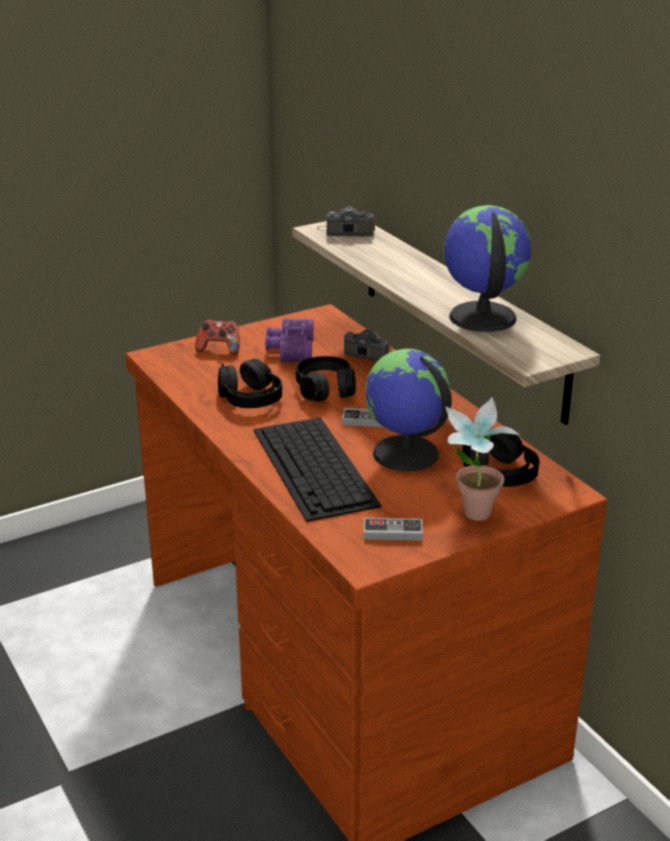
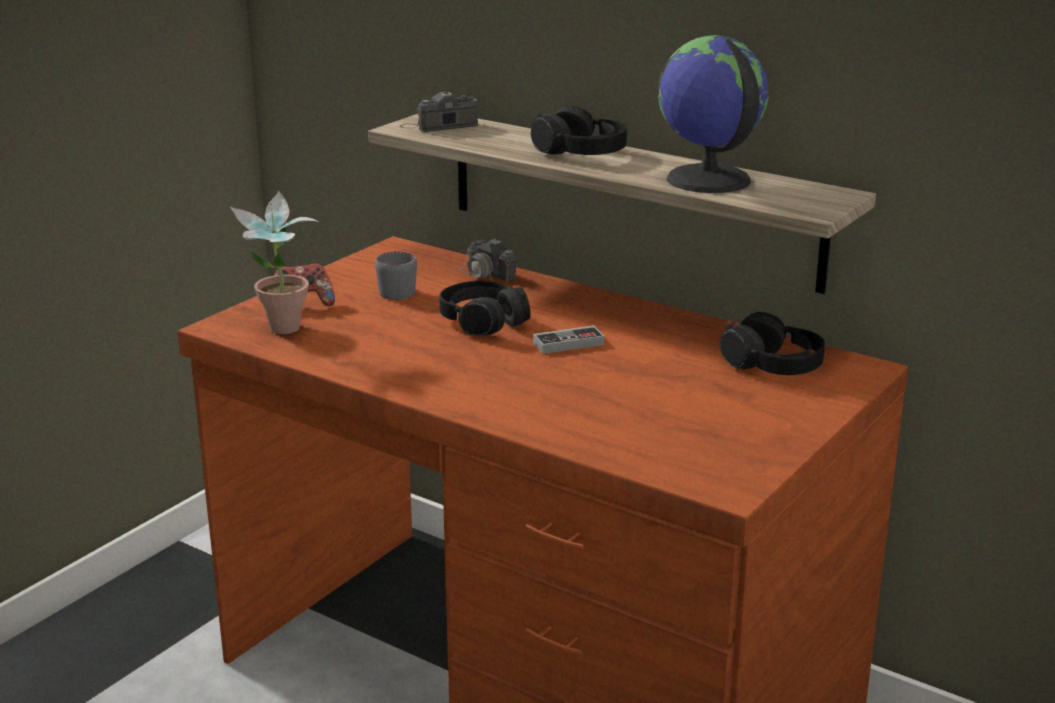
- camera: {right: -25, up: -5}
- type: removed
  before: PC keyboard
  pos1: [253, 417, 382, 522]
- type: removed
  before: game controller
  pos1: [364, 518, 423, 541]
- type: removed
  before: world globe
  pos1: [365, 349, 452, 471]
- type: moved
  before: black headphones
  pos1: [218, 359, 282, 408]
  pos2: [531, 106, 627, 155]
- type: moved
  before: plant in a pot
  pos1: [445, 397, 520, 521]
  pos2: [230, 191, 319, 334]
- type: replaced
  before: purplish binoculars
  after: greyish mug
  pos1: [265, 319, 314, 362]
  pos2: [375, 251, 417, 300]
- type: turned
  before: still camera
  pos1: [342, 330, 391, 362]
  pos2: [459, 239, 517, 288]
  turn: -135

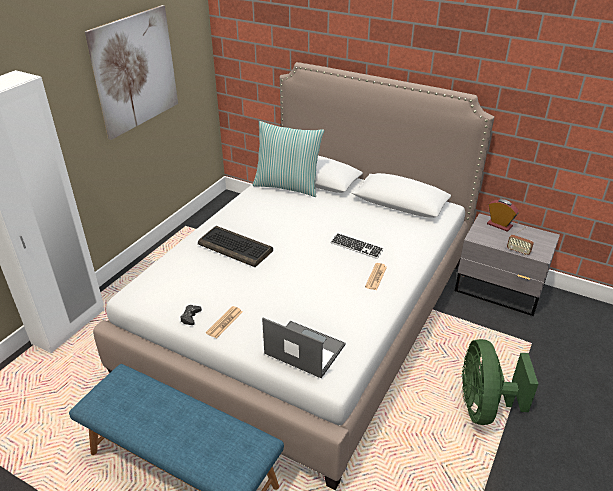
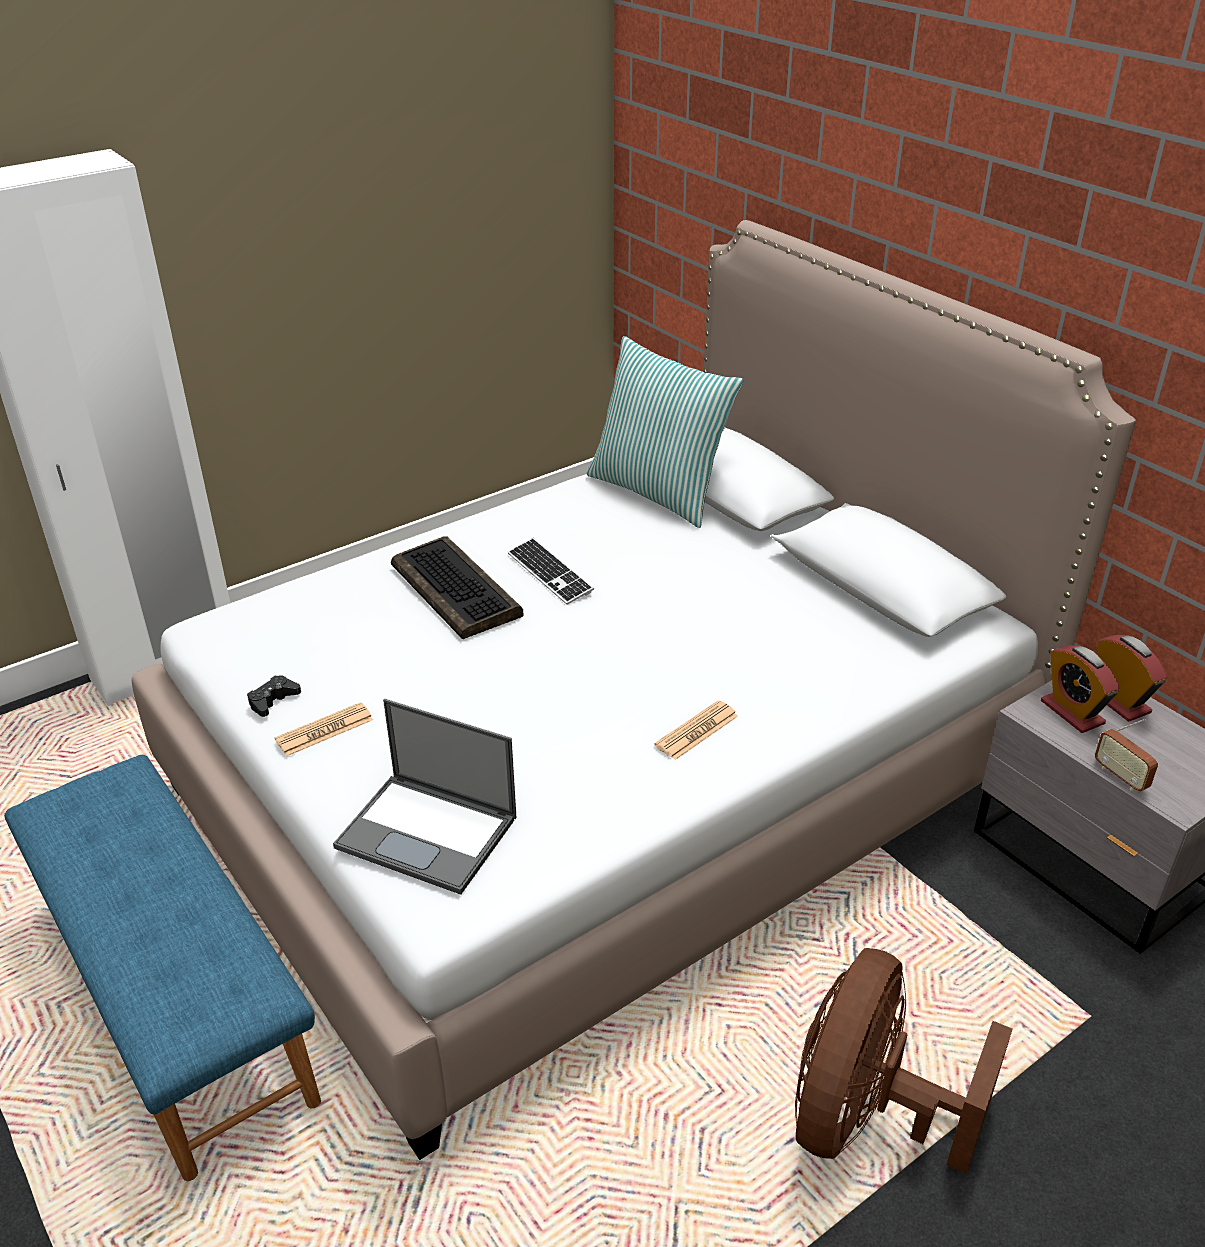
- camera: {right: 25, up: 0}
- type: removed
  before: wall art
  pos1: [85, 5, 178, 140]
- type: added
  after: bedside clock
  pos2: [1041, 645, 1120, 733]
- type: moved
  before: PC keyboard
  pos1: [331, 233, 384, 259]
  pos2: [508, 538, 594, 605]
- type: recoloured
  before: green-coloured electric fan
  after: brownish electric fan
  pos1: [462, 339, 538, 425]
  pos2: [795, 948, 1013, 1174]
- type: turned
  before: laptop
  pos1: [262, 318, 345, 378]
  pos2: [333, 699, 517, 895]
  turn: 150

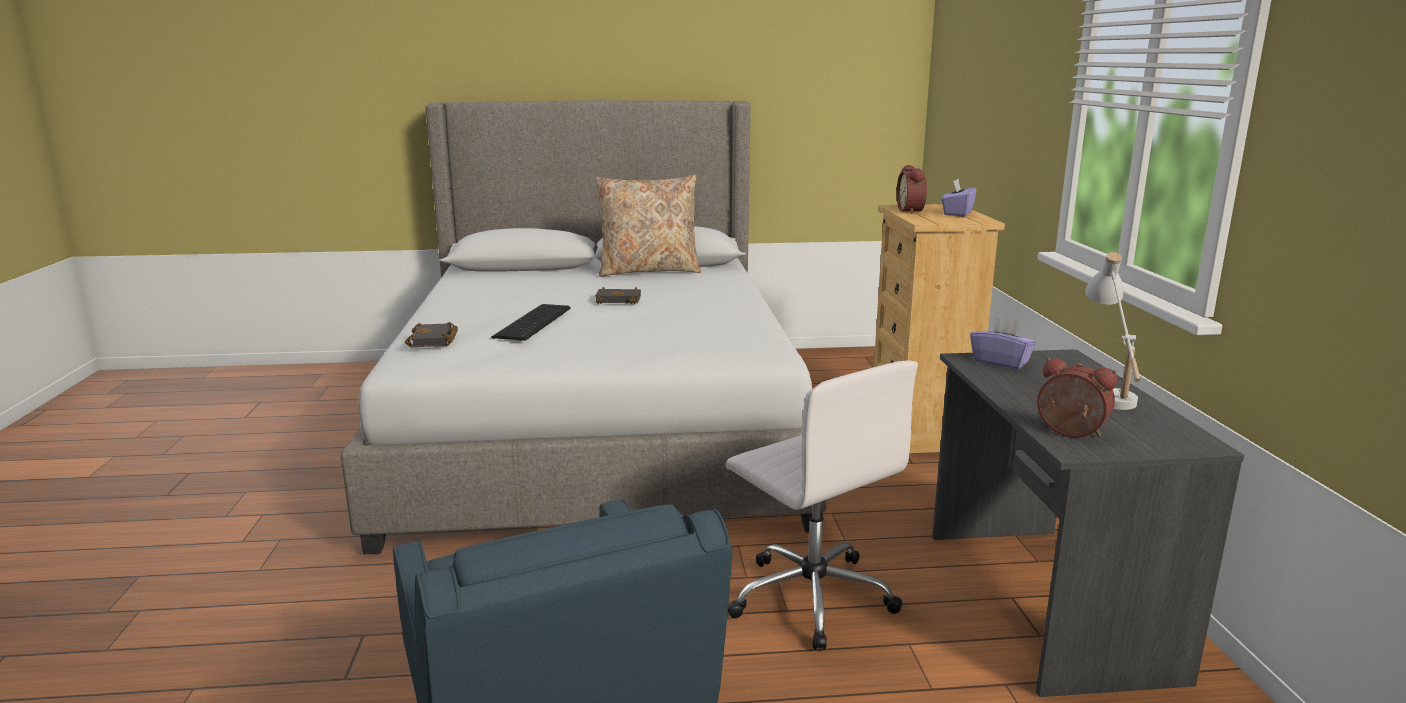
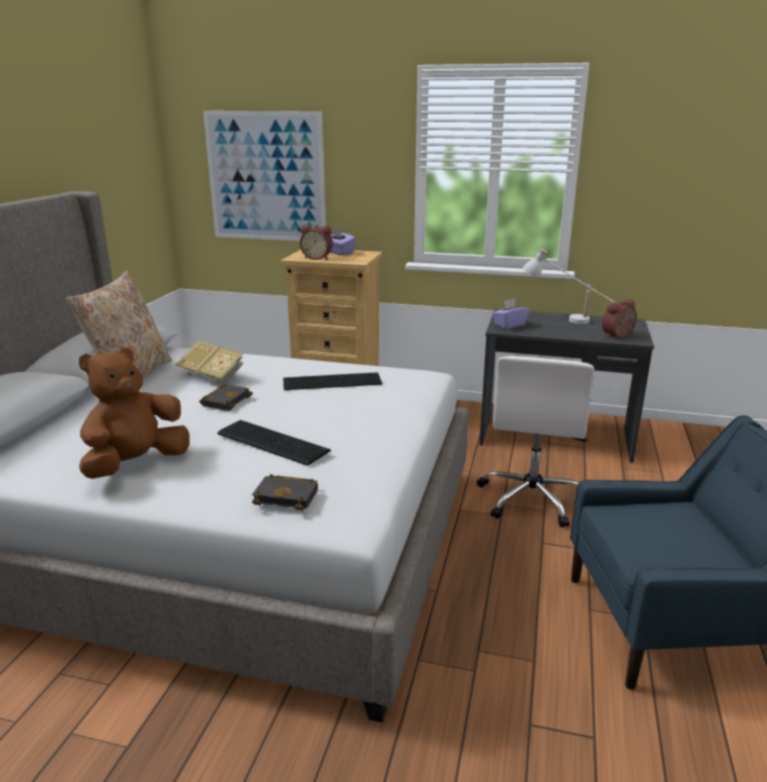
- camera: {right: -70, up: 5}
- type: added
  after: brownish plush toy
  pos2: [79, 347, 190, 479]
- type: added
  after: book
  pos2: [175, 341, 244, 386]
- type: added
  after: wall art
  pos2: [203, 111, 326, 241]
- type: added
  after: PC keyboard
  pos2: [283, 372, 382, 390]
- type: turned
  before: whitish office chair
  pos1: [726, 360, 918, 650]
  pos2: [477, 356, 594, 528]
  turn: 120

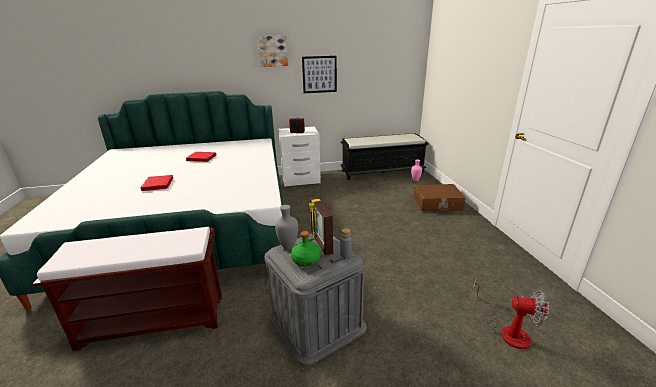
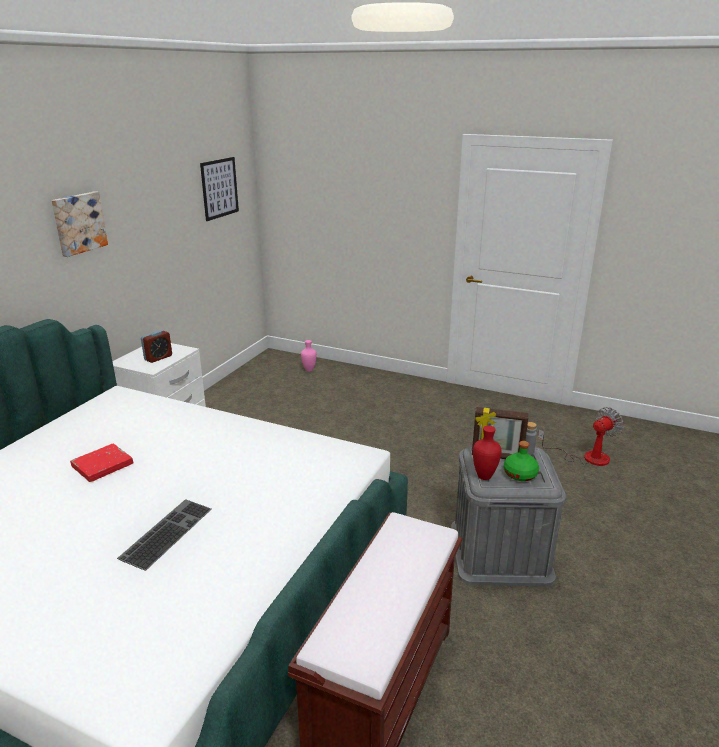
- camera: {right: -55, up: 0}
- type: removed
  before: black long seat
  pos1: [341, 133, 429, 180]
- type: removed
  before: brownish piece of luggage
  pos1: [414, 184, 466, 212]
- type: moved
  before: wall art
  pos1: [302, 56, 337, 93]
  pos2: [200, 157, 239, 221]
- type: replaced
  before: red-coloured book
  after: PC keyboard
  pos1: [140, 175, 173, 191]
  pos2: [117, 499, 212, 571]
- type: recoloured
  before: greyish decorative vase
  after: red-coloured decorative vase
  pos1: [275, 205, 298, 250]
  pos2: [473, 426, 501, 480]

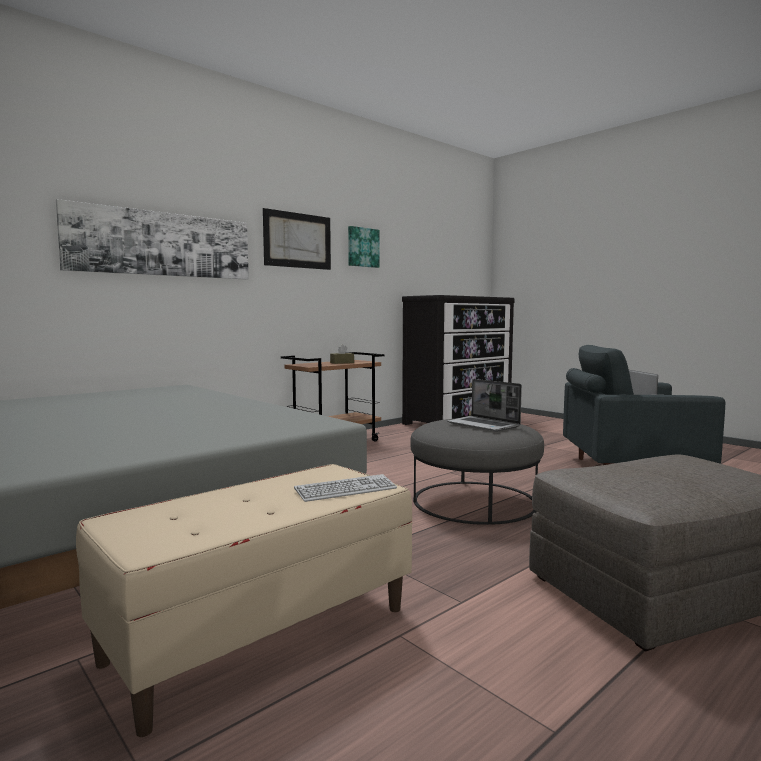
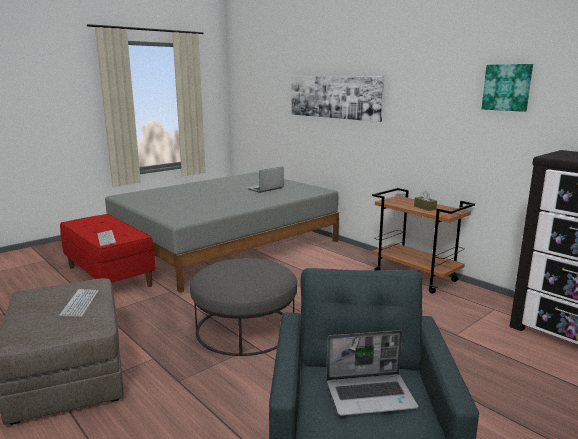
- camera: {right: 90, up: 10}
- type: removed
  before: wall art
  pos1: [263, 208, 331, 270]
- type: added
  after: PC keyboard
  pos2: [59, 289, 98, 317]
- type: moved
  before: laptop
  pos1: [447, 379, 522, 432]
  pos2: [247, 167, 284, 193]
- type: recoloured
  before: sand-coloured long seat
  after: red-coloured long seat
  pos1: [76, 464, 413, 737]
  pos2: [60, 214, 156, 287]

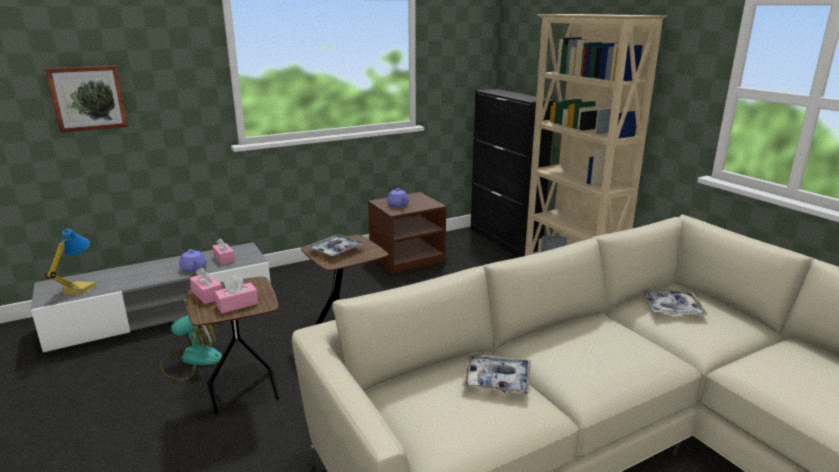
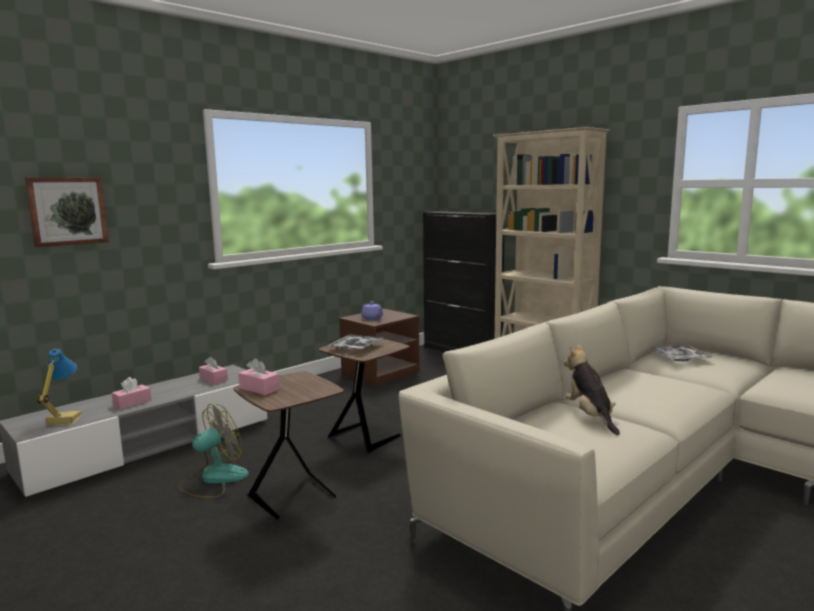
- camera: {right: -15, up: -10}
- type: removed
  before: purplish teapot
  pos1: [179, 249, 207, 272]
- type: moved
  before: pink tissue holder
  pos1: [214, 275, 258, 313]
  pos2: [112, 377, 152, 409]
- type: replaced
  before: serving tray
  after: plush toy
  pos1: [461, 354, 531, 395]
  pos2: [564, 344, 620, 435]

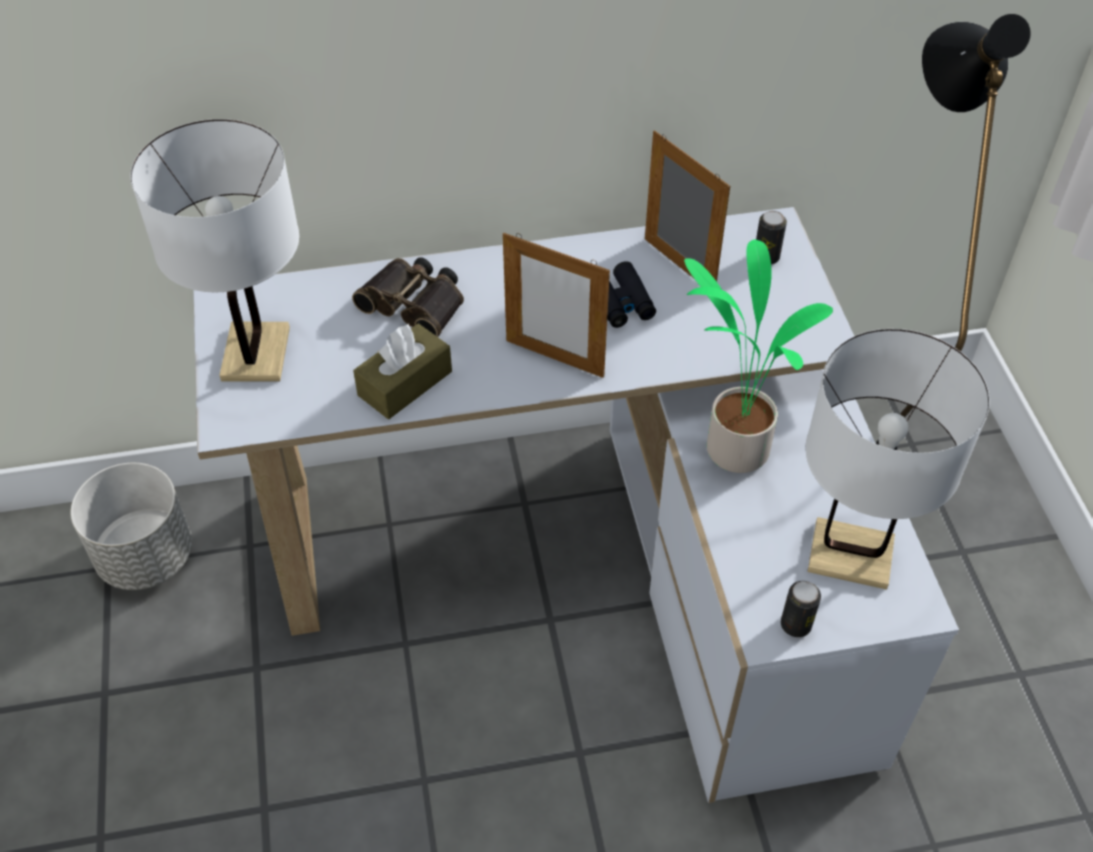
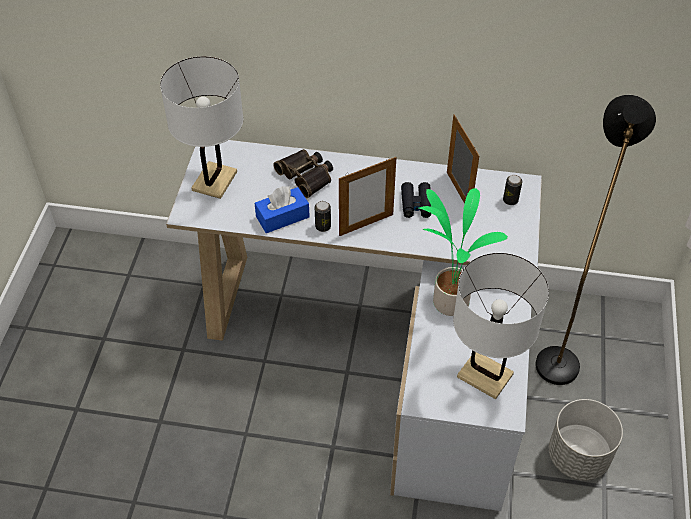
- camera: {right: 20, up: 0}
- type: moved
  before: greyish planter
  pos1: [70, 463, 192, 590]
  pos2: [549, 399, 623, 481]
- type: moved
  before: sealed can
  pos1: [781, 581, 821, 637]
  pos2: [315, 201, 331, 232]
- type: recoloured
  before: brownish tissue holder
  after: blue tissue holder
  pos1: [353, 324, 452, 419]
  pos2: [255, 186, 310, 233]
- type: turned
  before: standing frame
  pos1: [503, 233, 610, 378]
  pos2: [339, 157, 396, 236]
  turn: -75

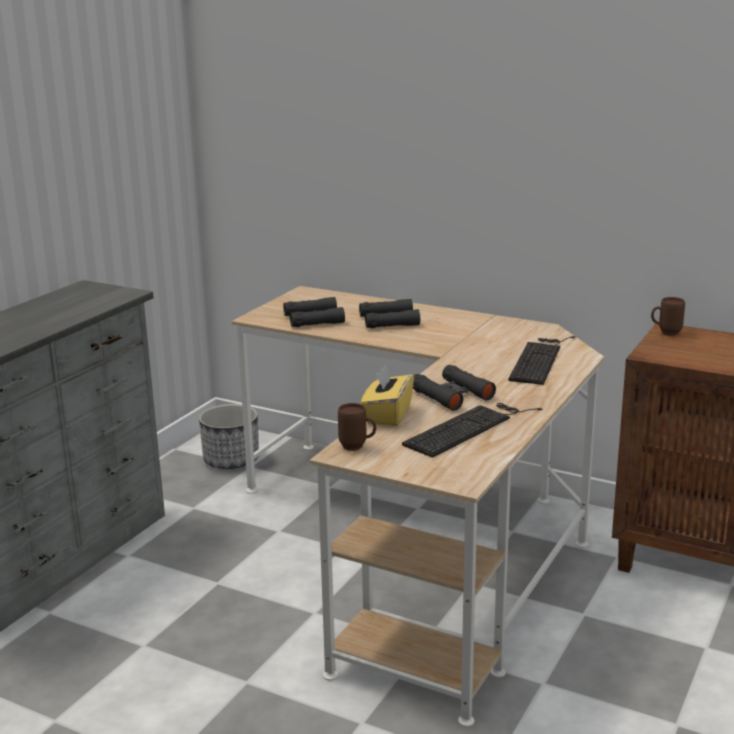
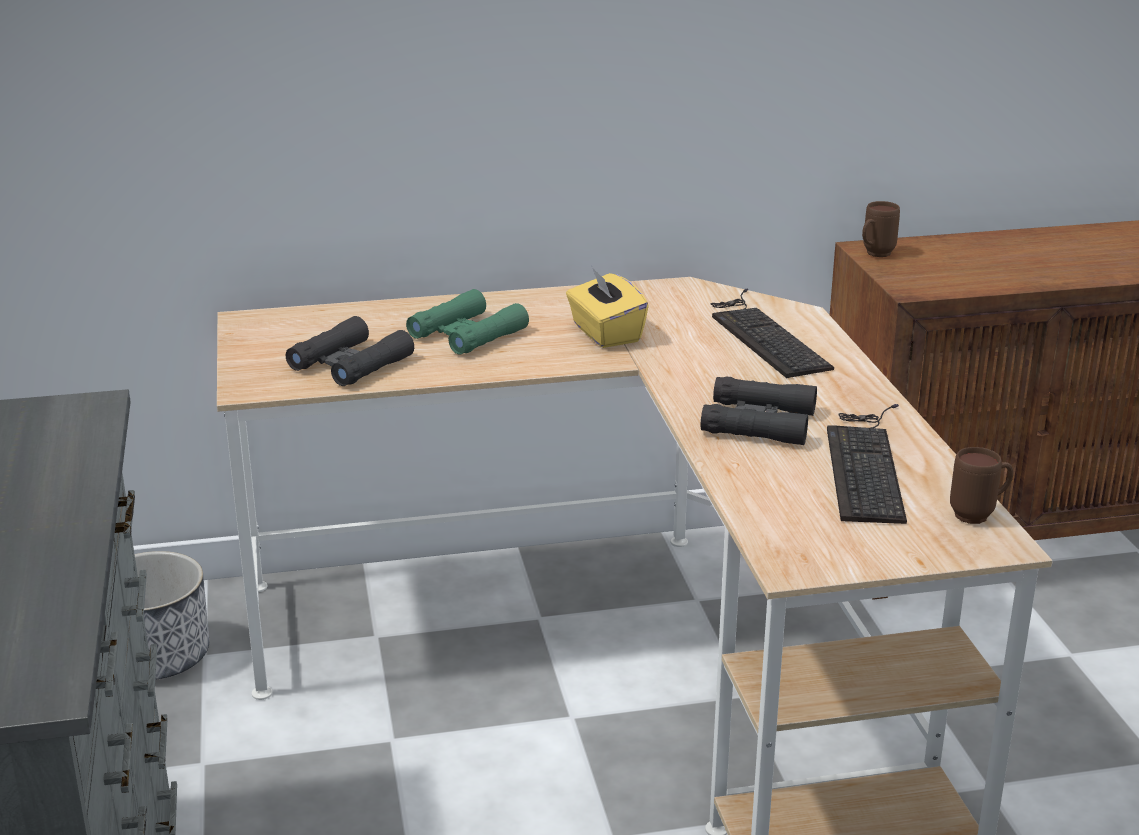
- camera: {right: -40, up: 5}
- type: moved
  before: brownish mug
  pos1: [338, 403, 376, 451]
  pos2: [950, 447, 1013, 524]
- type: moved
  before: yellow-coloured tissue holder
  pos1: [361, 364, 414, 426]
  pos2: [566, 267, 649, 348]
- type: recoloured
  before: black binoculars
  after: green-coloured binoculars
  pos1: [359, 299, 420, 328]
  pos2: [406, 289, 529, 355]

